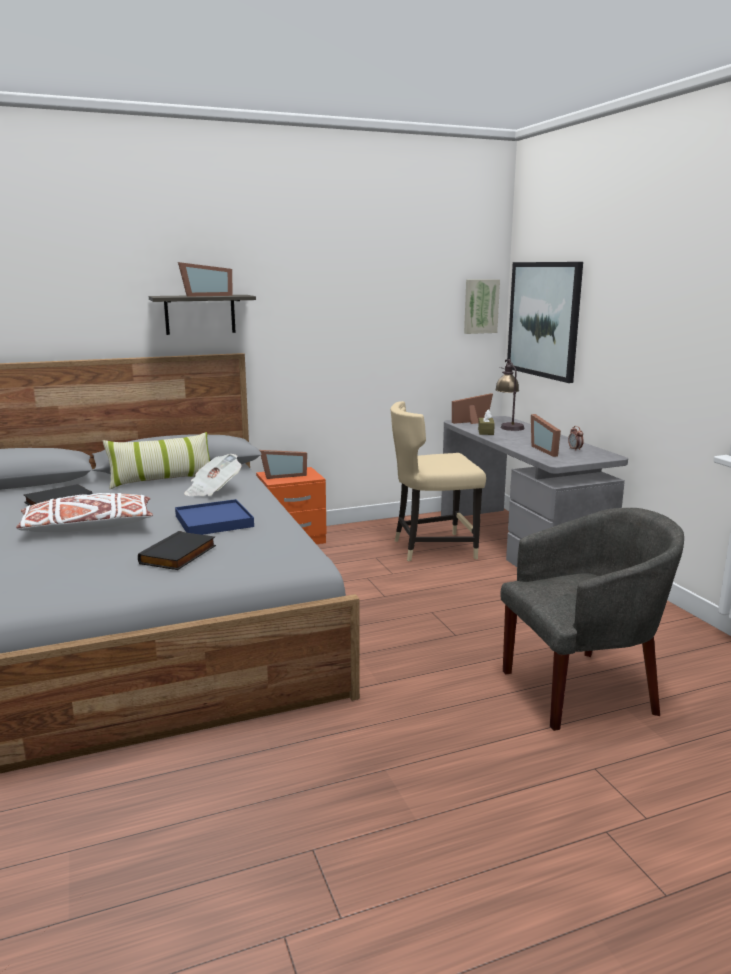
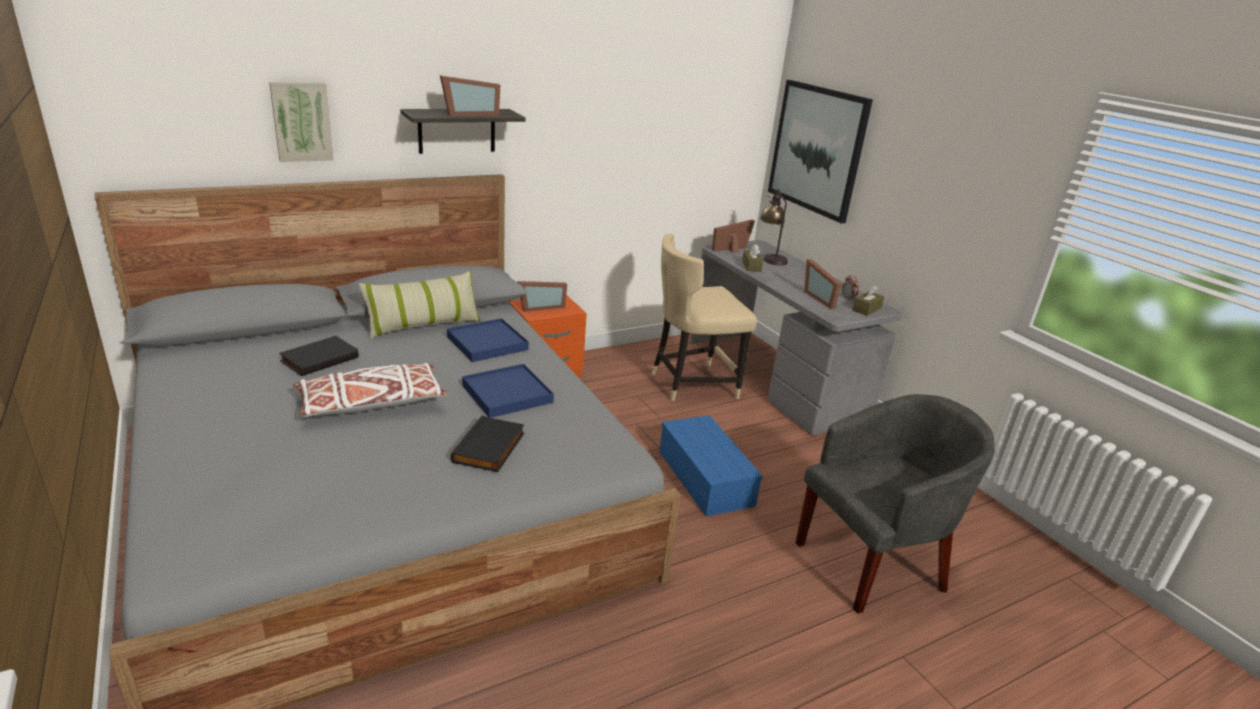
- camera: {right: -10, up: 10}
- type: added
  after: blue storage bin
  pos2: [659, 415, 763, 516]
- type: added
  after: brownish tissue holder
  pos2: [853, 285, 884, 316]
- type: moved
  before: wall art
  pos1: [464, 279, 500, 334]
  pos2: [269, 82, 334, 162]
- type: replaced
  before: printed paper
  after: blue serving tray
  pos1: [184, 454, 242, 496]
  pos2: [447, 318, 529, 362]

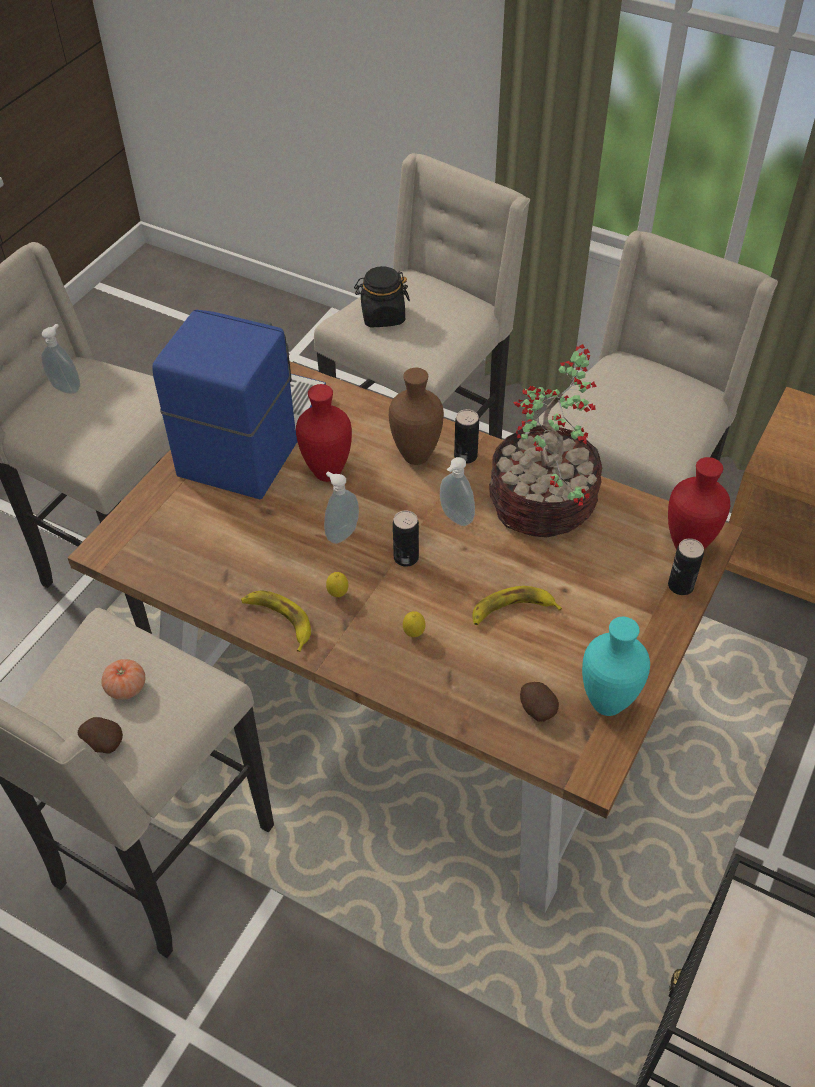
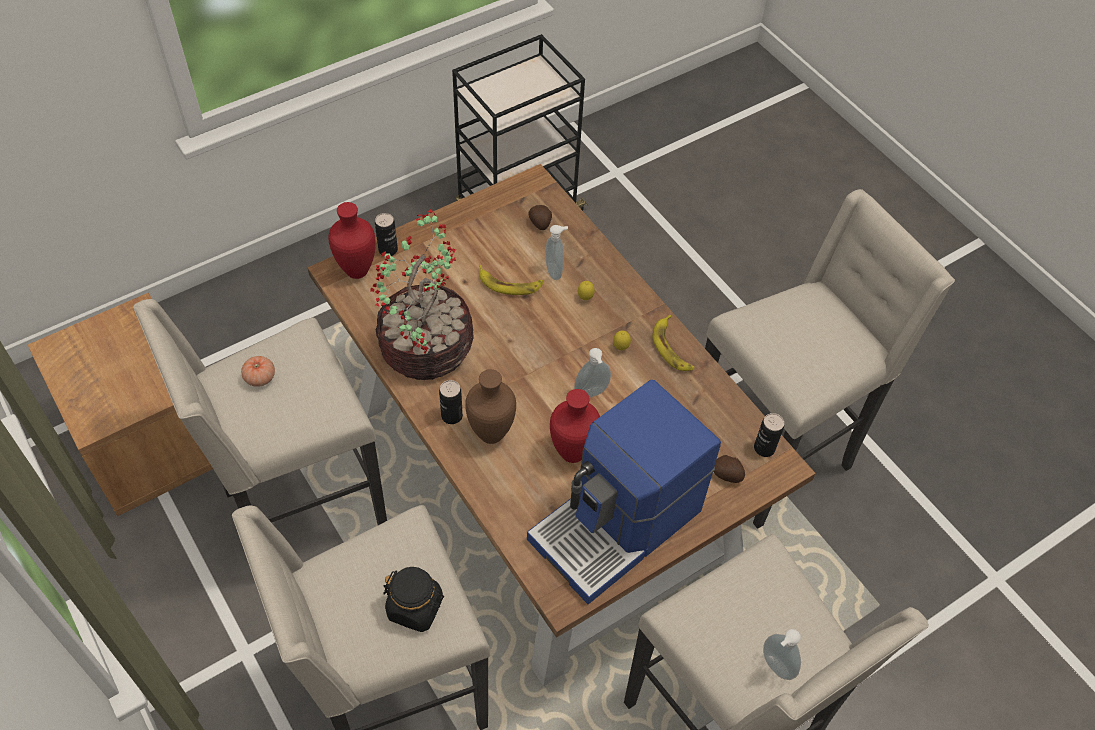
- camera: {right: -155, up: 5}
- type: removed
  before: blue-green decorative vase
  pos1: [582, 617, 650, 716]
- type: moved
  before: spud
  pos1: [78, 717, 123, 754]
  pos2: [714, 455, 745, 483]
- type: moved
  before: fresh tomato
  pos1: [101, 659, 145, 700]
  pos2: [241, 356, 275, 387]
- type: moved
  before: sealed can
  pos1: [393, 510, 419, 567]
  pos2: [754, 413, 784, 457]
- type: moved
  before: liquid soap bottle
  pos1: [440, 457, 475, 526]
  pos2: [545, 225, 568, 280]

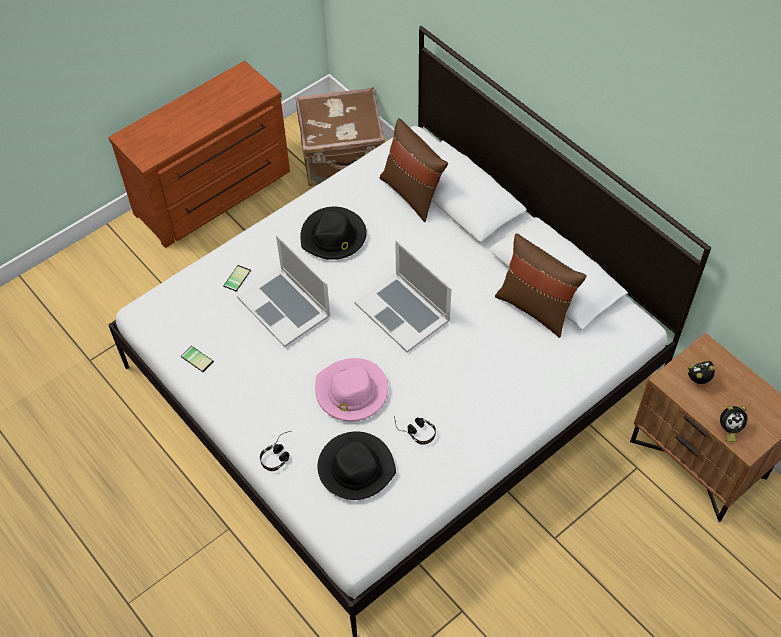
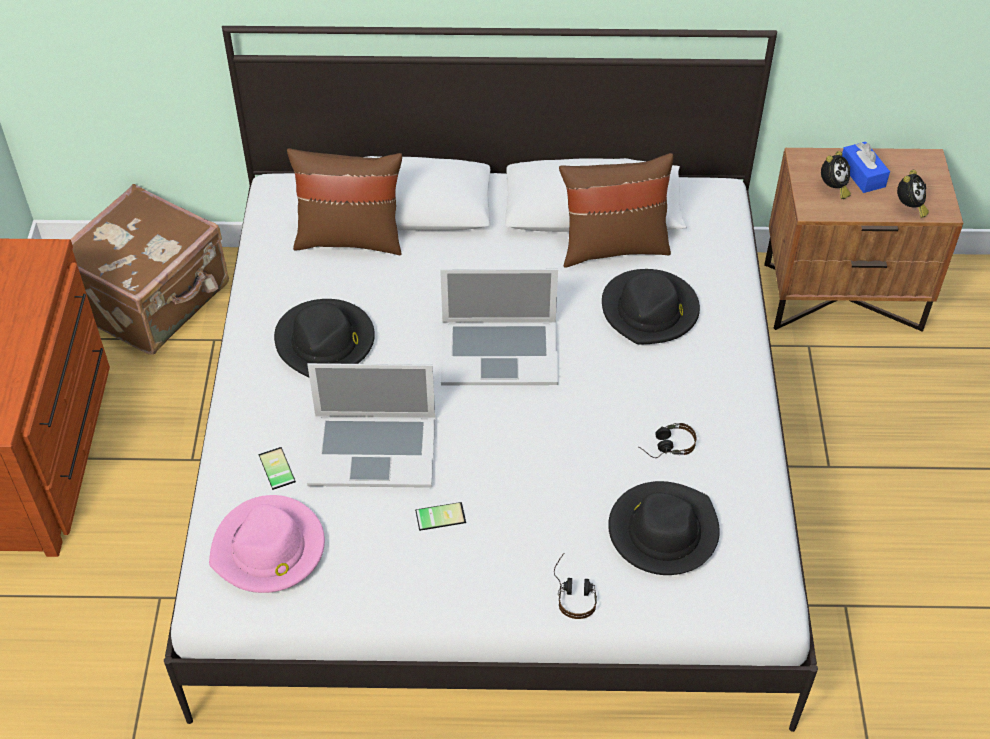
- camera: {right: -50, up: -5}
- type: added
  after: black wearable hat
  pos2: [602, 269, 700, 345]
- type: added
  after: blue tissue holder
  pos2: [842, 142, 890, 193]
- type: moved
  before: telephone
  pos1: [181, 346, 214, 372]
  pos2: [415, 502, 466, 531]
- type: moved
  before: pink wearable hat
  pos1: [315, 358, 388, 421]
  pos2: [209, 495, 325, 593]
- type: turned
  before: bedside clock
  pos1: [688, 361, 715, 384]
  pos2: [821, 151, 851, 199]
  turn: -150

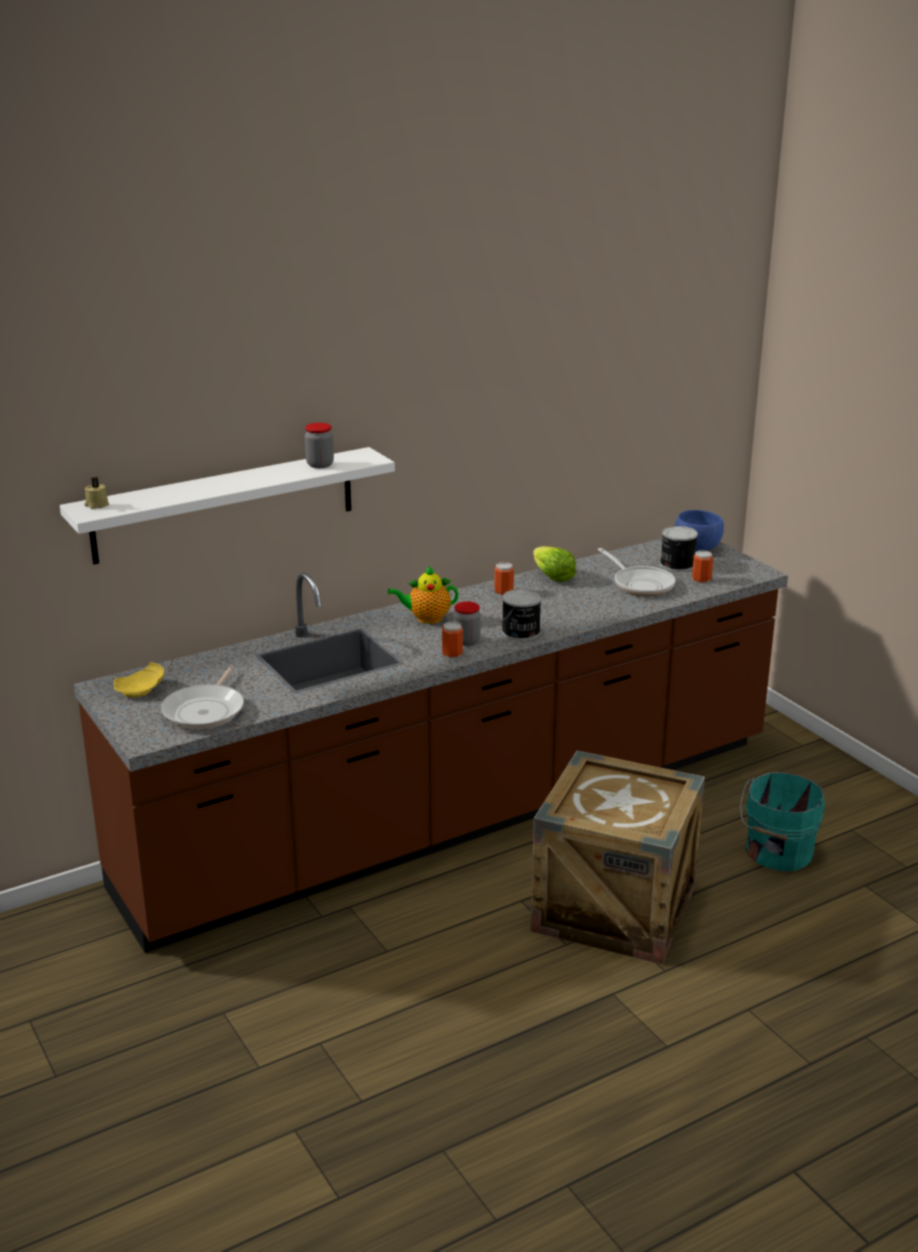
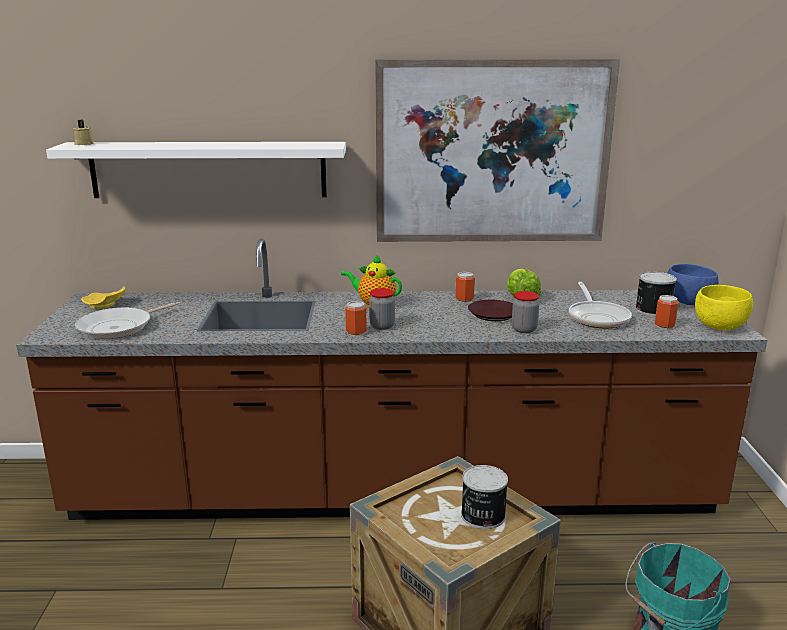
- camera: {right: 30, up: -5}
- type: added
  after: wall art
  pos2: [375, 59, 620, 242]
- type: added
  after: brownish plate
  pos2: [468, 300, 513, 321]
- type: added
  after: yellow-coloured bowl
  pos2: [695, 285, 753, 330]
- type: moved
  before: preserve jar
  pos1: [305, 423, 334, 468]
  pos2: [512, 291, 539, 333]
- type: moved
  before: sealed can
  pos1: [502, 589, 541, 641]
  pos2: [461, 465, 508, 529]

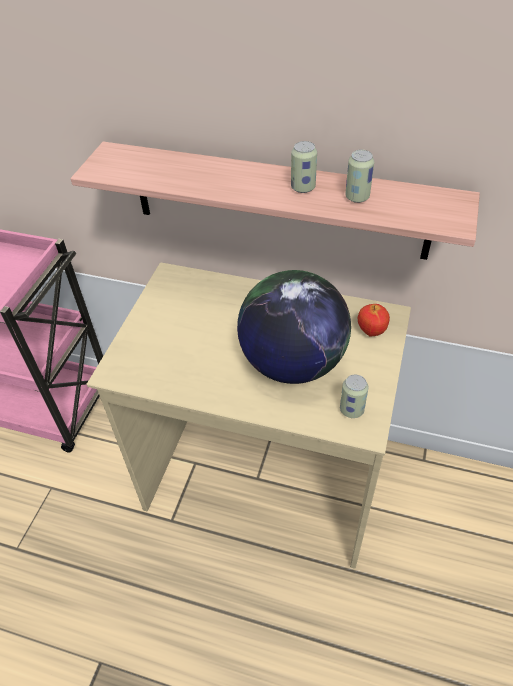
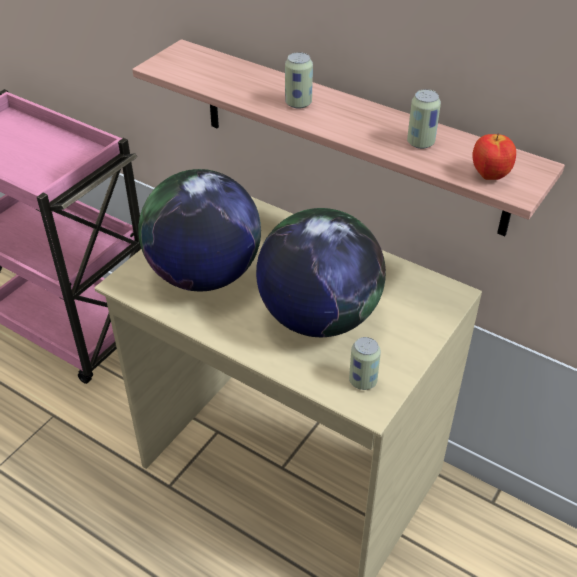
- camera: {right: 15, up: -5}
- type: added
  after: world globe
  pos2: [138, 169, 261, 291]
- type: moved
  before: sealed can
  pos1: [291, 141, 317, 193]
  pos2: [285, 52, 313, 108]
- type: moved
  before: apple fruit
  pos1: [358, 304, 390, 337]
  pos2: [472, 133, 516, 180]

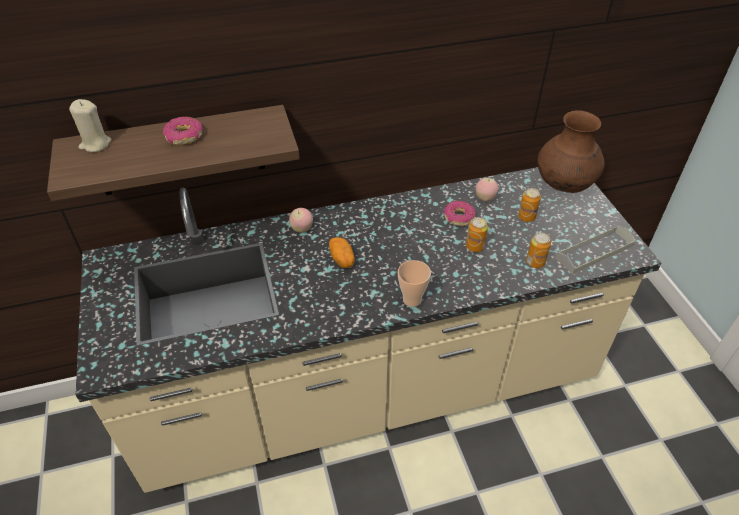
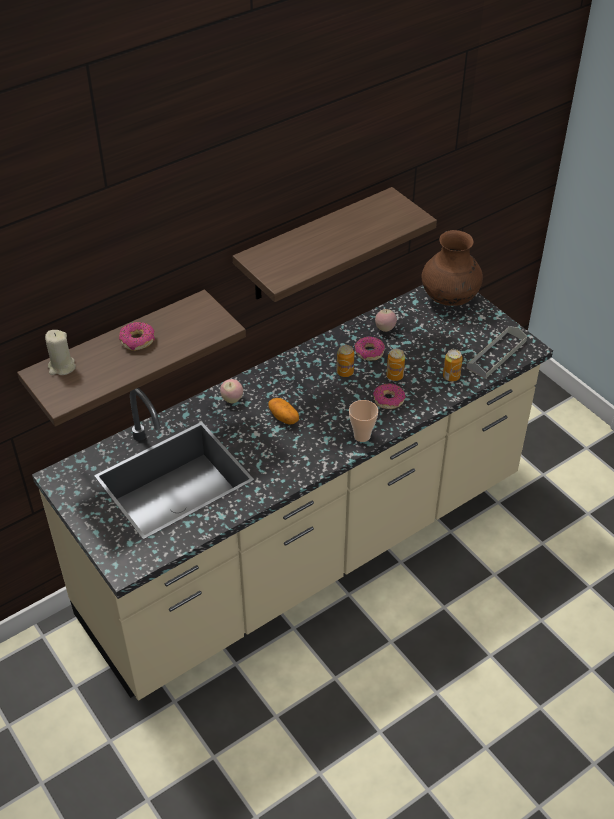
- camera: {right: -20, up: 0}
- type: added
  after: shelf
  pos2: [232, 187, 437, 302]
- type: added
  after: ring doughnut
  pos2: [373, 383, 406, 409]
- type: moved
  before: sealed can
  pos1: [518, 188, 541, 222]
  pos2: [337, 345, 354, 377]

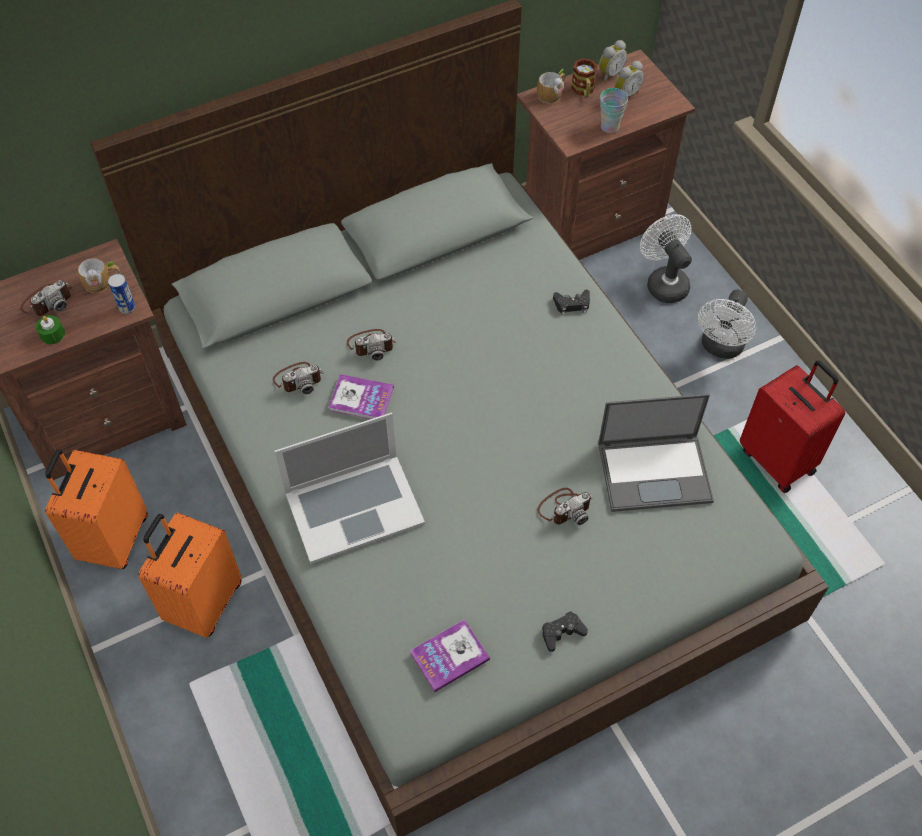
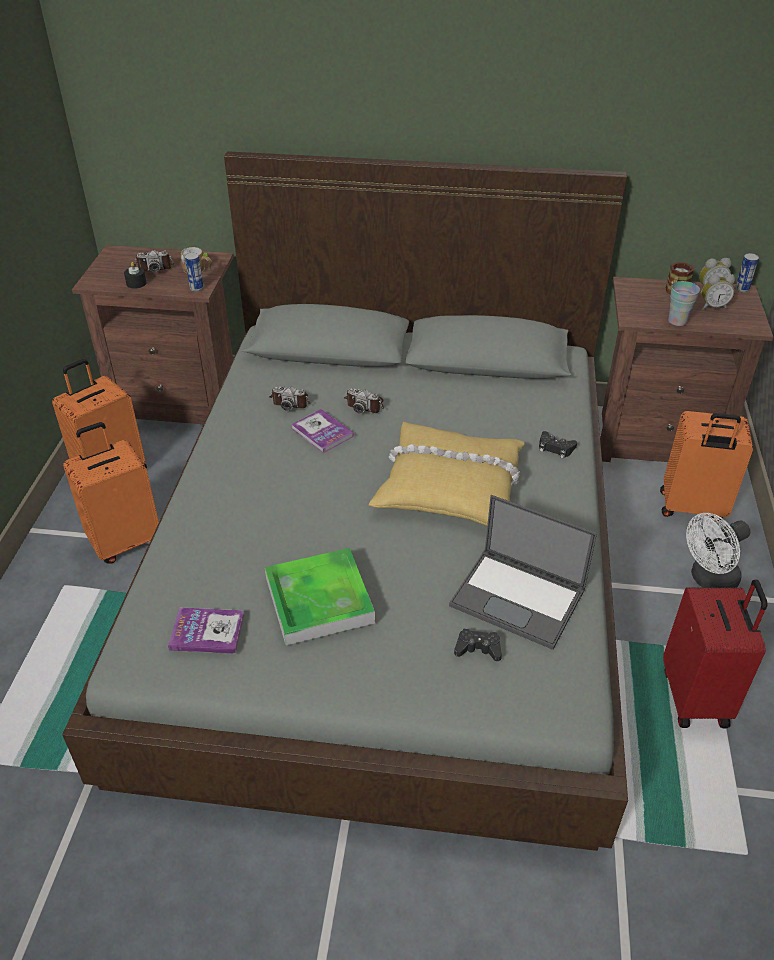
- camera: {right: 35, up: -15}
- type: removed
  before: laptop
  pos1: [274, 412, 425, 564]
- type: removed
  before: mug
  pos1: [537, 69, 566, 104]
- type: removed
  before: still camera
  pos1: [537, 488, 593, 525]
- type: added
  after: serving tray
  pos2: [265, 548, 375, 645]
- type: added
  after: yellow-coloured throw pillow
  pos2: [369, 422, 525, 526]
- type: added
  after: sealed can
  pos2: [735, 253, 759, 292]
- type: moved
  before: black game controller
  pos1: [542, 611, 588, 652]
  pos2: [454, 629, 502, 661]
- type: replaced
  before: whitish electric fan
  after: orange piece of luggage
  pos1: [640, 214, 692, 303]
  pos2: [660, 411, 753, 522]
- type: recoloured
  before: green-coloured wax light
  after: black wax light
  pos1: [36, 315, 65, 344]
  pos2: [124, 262, 147, 289]

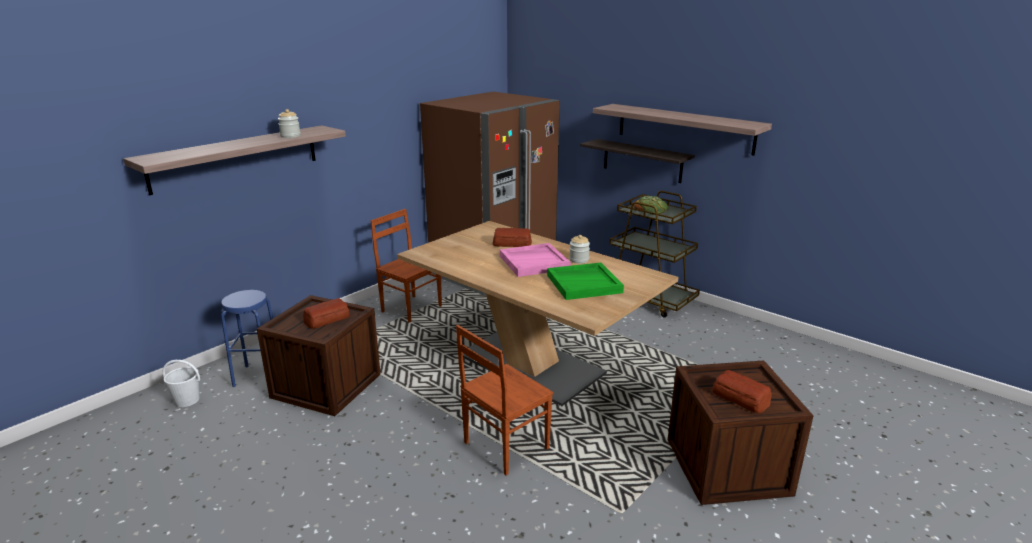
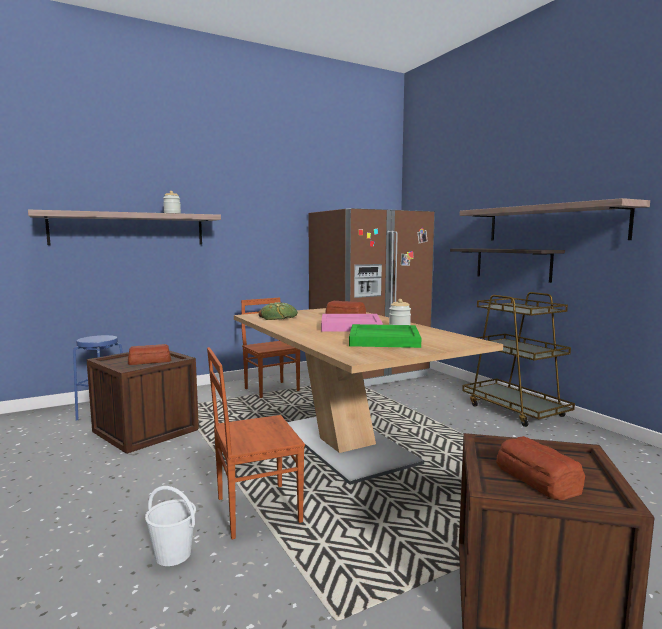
- camera: {right: 20, up: -15}
- type: moved
  before: whitish bucket
  pos1: [163, 360, 200, 407]
  pos2: [145, 486, 196, 566]
- type: moved
  before: bakery bread
  pos1: [634, 196, 669, 215]
  pos2: [259, 302, 298, 320]

